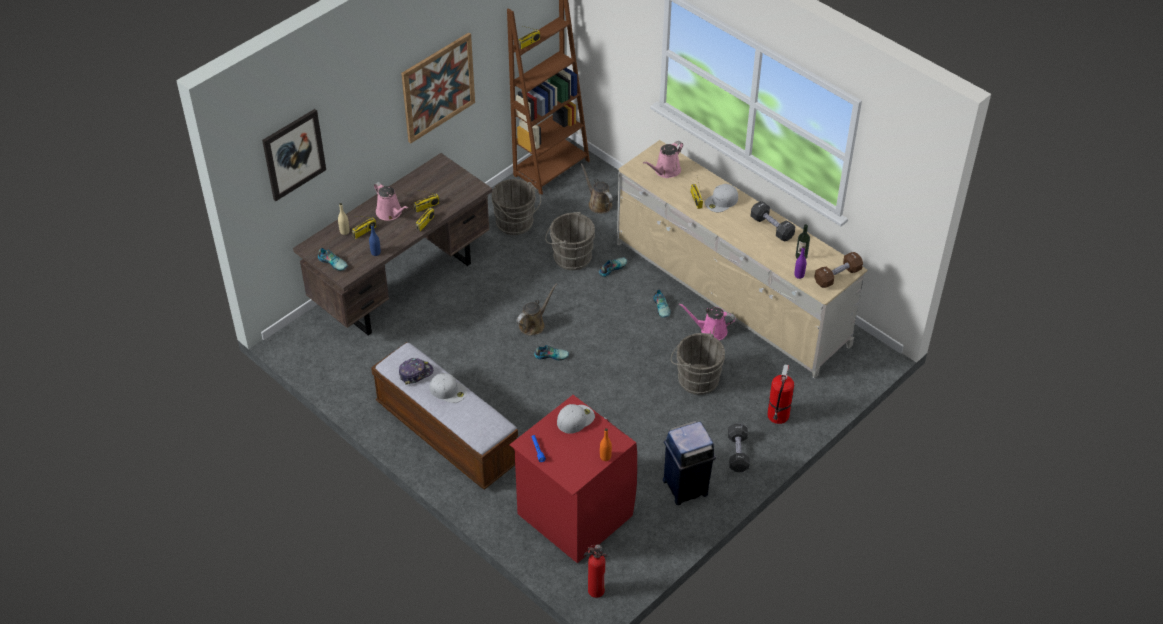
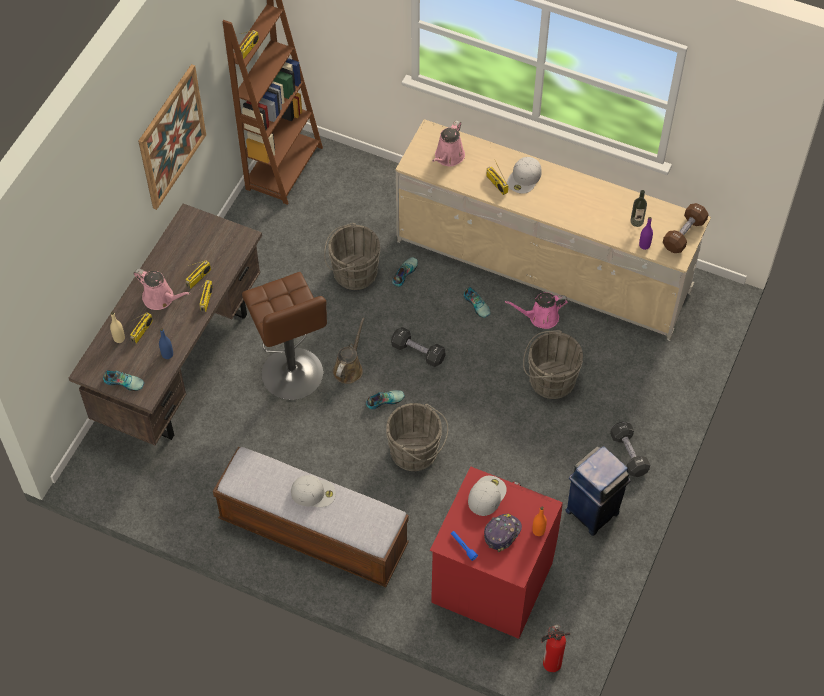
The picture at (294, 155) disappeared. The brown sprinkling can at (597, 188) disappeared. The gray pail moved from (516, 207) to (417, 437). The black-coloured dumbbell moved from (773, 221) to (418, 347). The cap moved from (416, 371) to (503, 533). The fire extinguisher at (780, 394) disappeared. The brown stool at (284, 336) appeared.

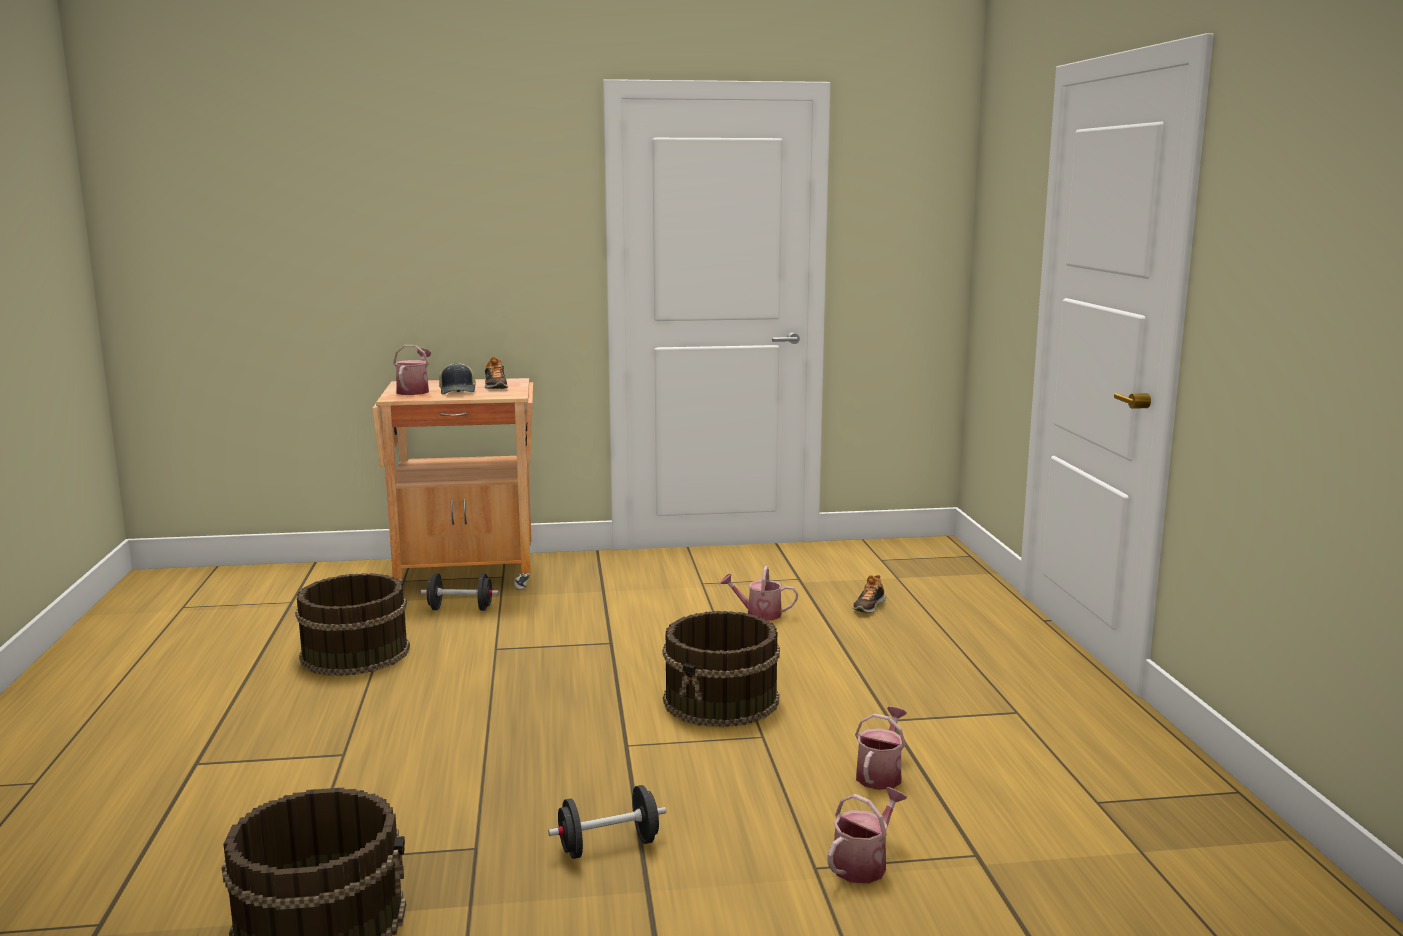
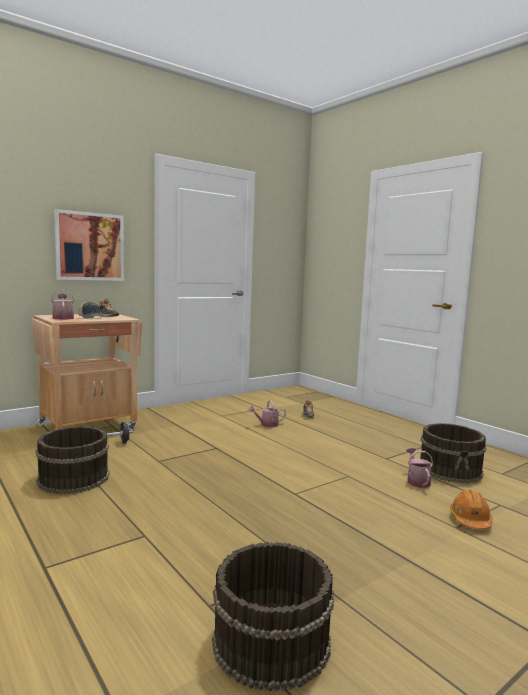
The brown pail moved from (721, 669) to (453, 453). The black-coloured dumbbell at (607, 822) disappeared. The sprinkling can at (867, 835) was replaced by the orange-coloured work helmet at (471, 509). The picture at (89, 245) appeared.

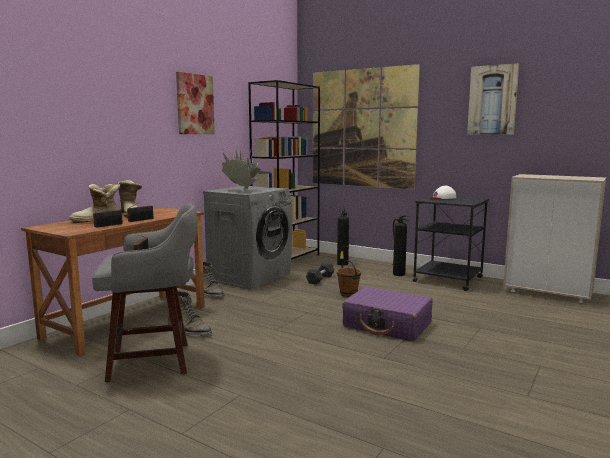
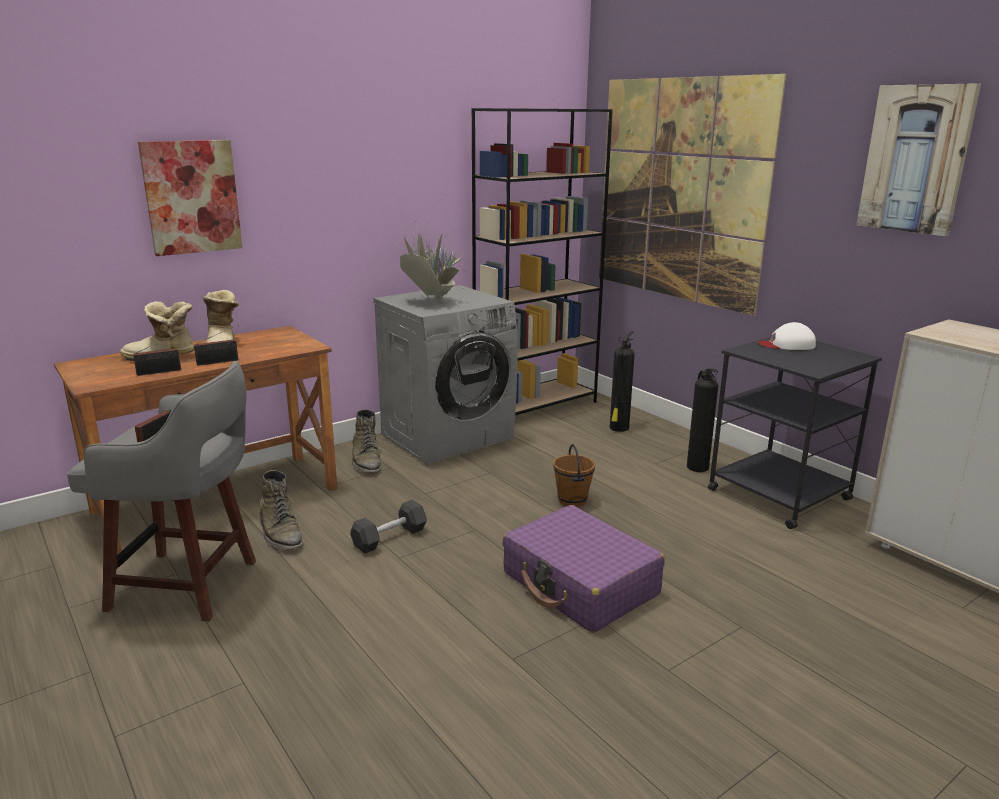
The picture moved from (195, 103) to (190, 198). The black-coloured dumbbell moved from (320, 273) to (388, 526).

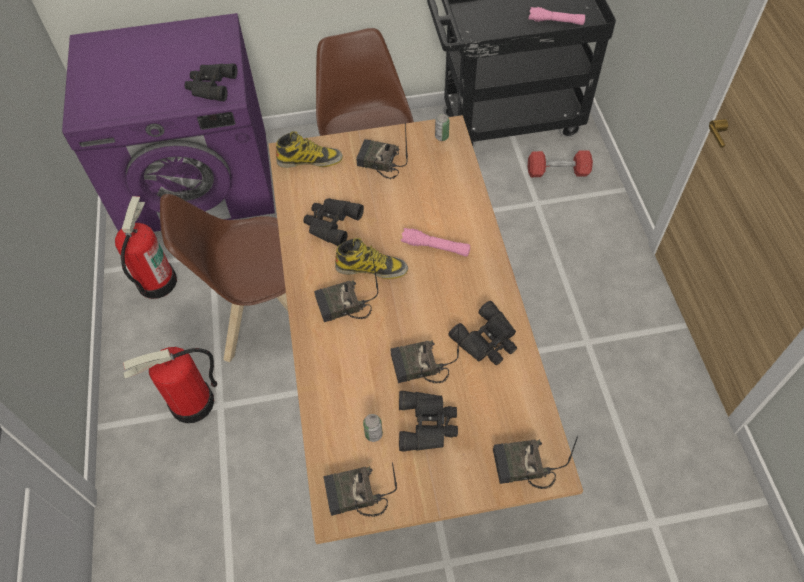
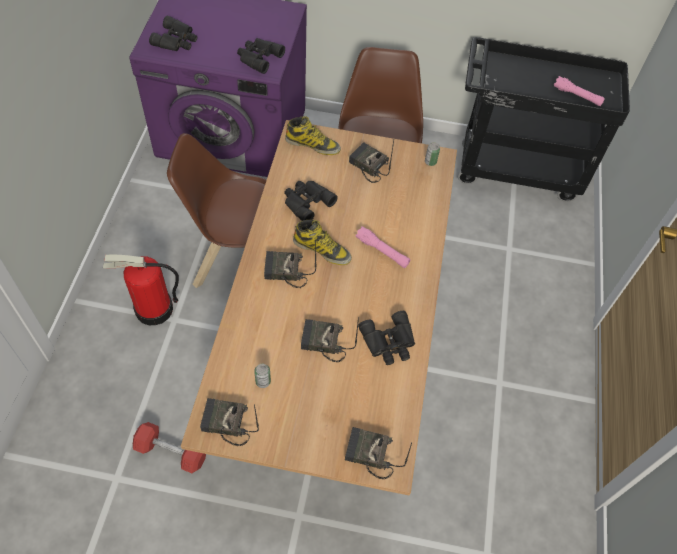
The reddish dumbbell moved from (560, 163) to (169, 447). The fire extinguisher at (146, 247) disappeared. The black-coloured binoculars moved from (428, 421) to (173, 33).

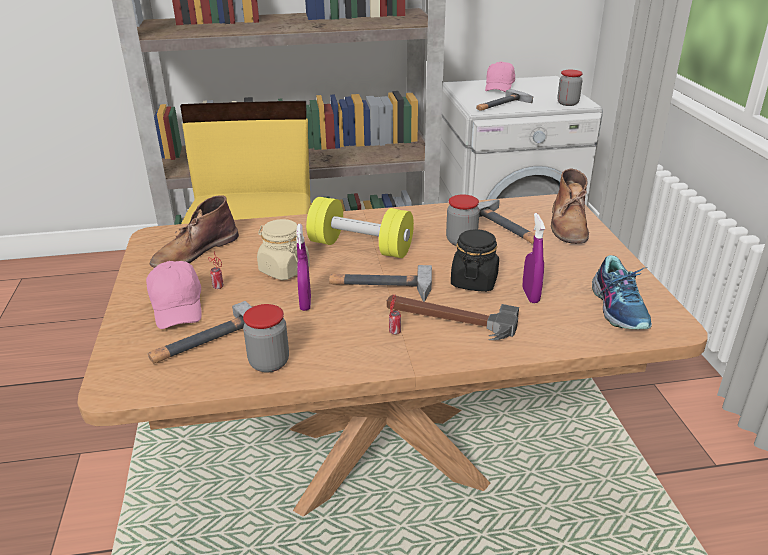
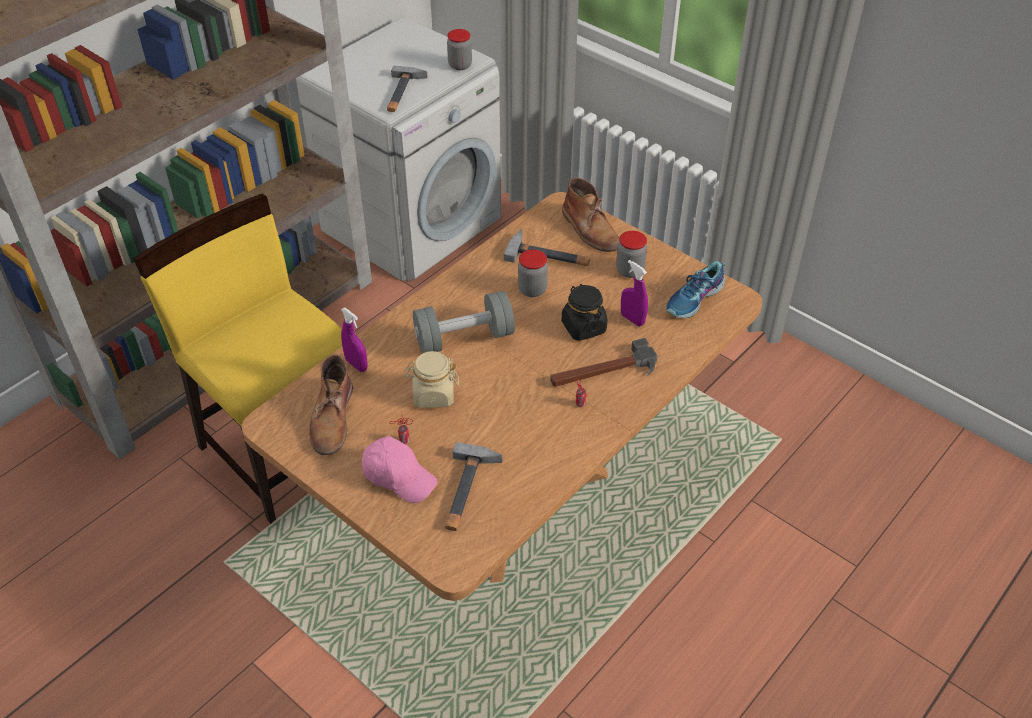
The pink-coloured cap at (500, 76) disappeared. The yellow-coloured dumbbell at (360, 227) became the gray dumbbell at (464, 322). The purple-coloured hand sprayer moved from (303, 267) to (354, 340). The item of footwear at (622, 292) turned 90 degrees clockwise. The hammer at (380, 283) disappeared. The storage jar moved from (266, 338) to (631, 254).

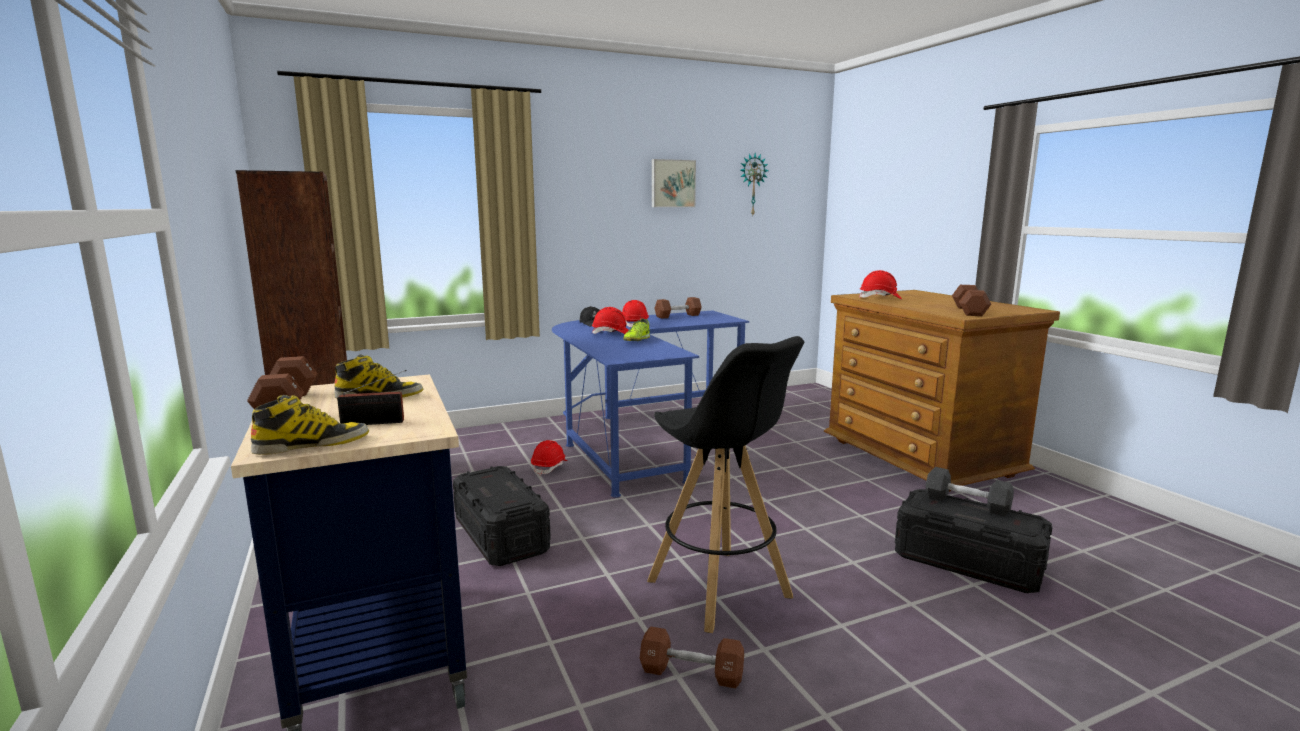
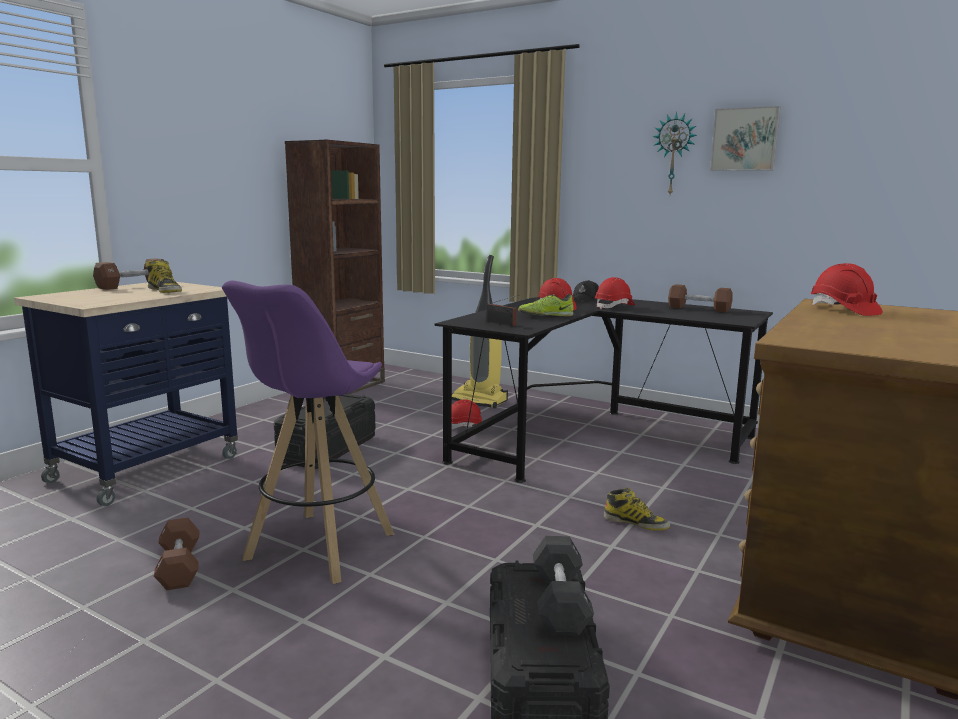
The hanging clock moved from (754, 184) to (674, 153). The brown dumbbell at (971, 300) disappeared. The bluish desk table at (650, 404) became the black-coloured desk table at (604, 390). The black-coloured stool at (725, 484) became the purple-coloured stool at (308, 432). The radio receiver moved from (372, 397) to (502, 310). The boot moved from (310, 425) to (637, 509). The hoover at (480, 331) appeared.

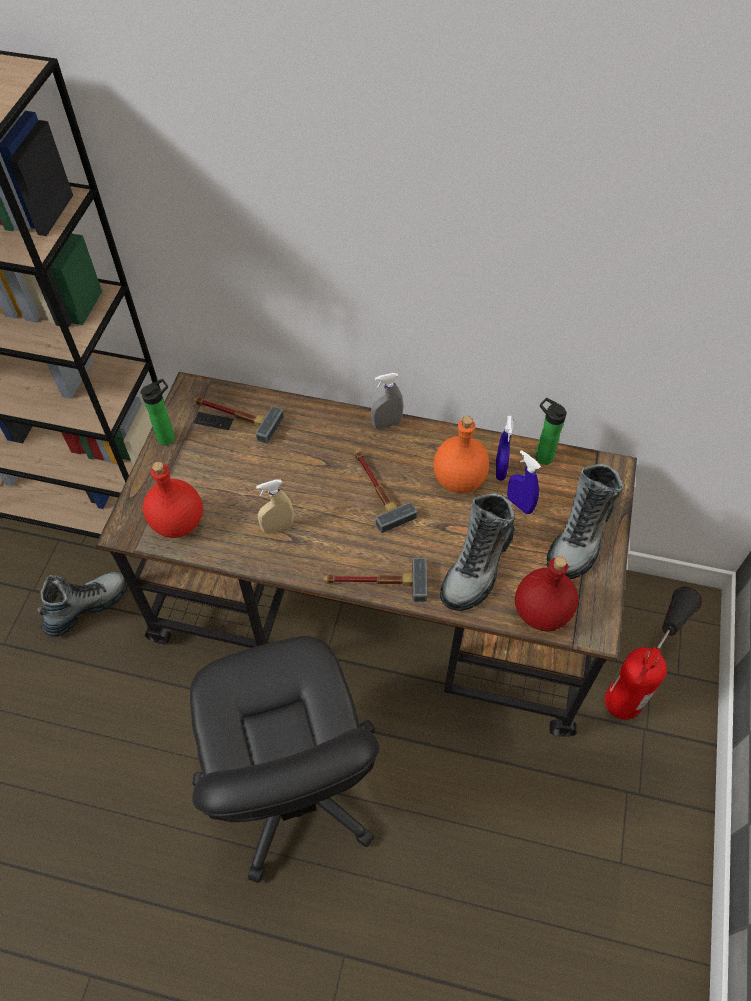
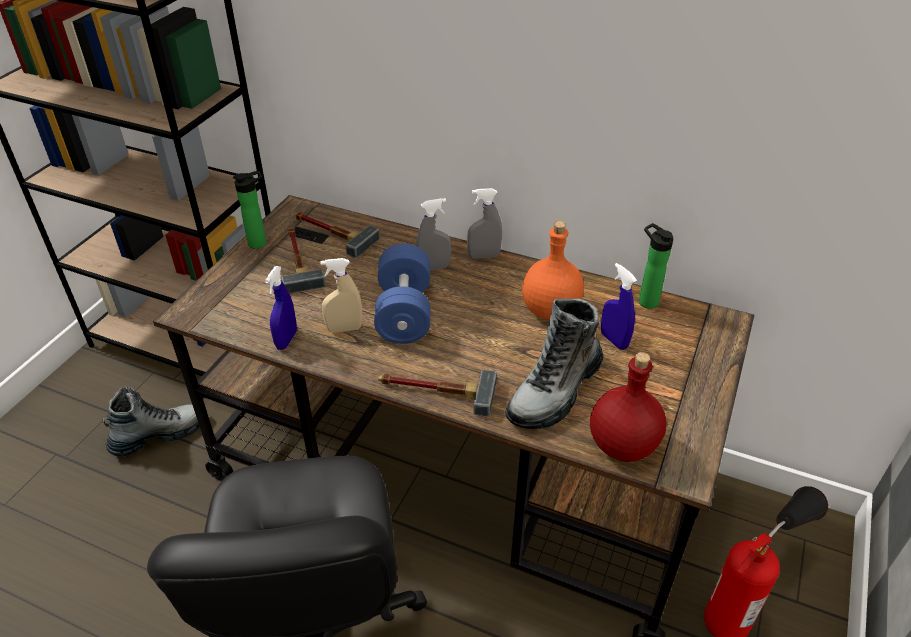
The bluish hand sprayer moved from (504, 448) to (281, 308). The hammer moved from (386, 491) to (303, 261). The reddish bottle at (173, 500) disappeared. The boot at (585, 521) disappeared. The gray hand sprayer at (433, 234) appeared. The bluish dumbbell at (402, 294) appeared.

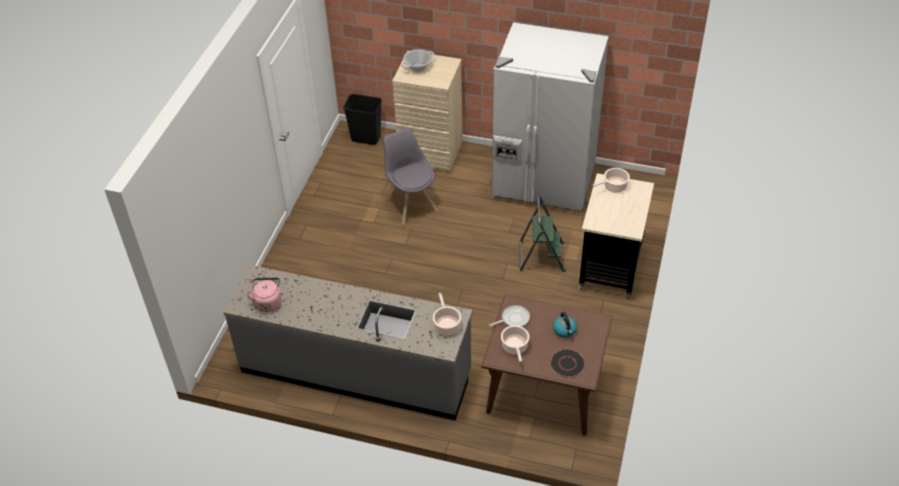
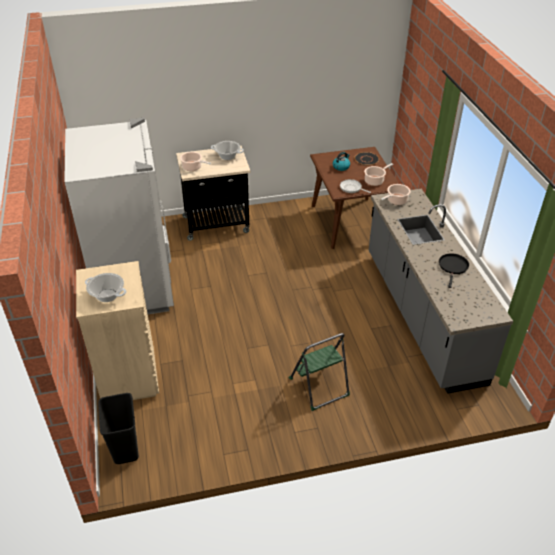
The gray upright chair at (410, 176) disappeared. The greenish step stool moved from (542, 233) to (319, 372). The pink-coloured tea kettle at (264, 295) disappeared. The cooking pot at (227, 150) appeared. The black-coloured skillet at (454, 270) appeared.

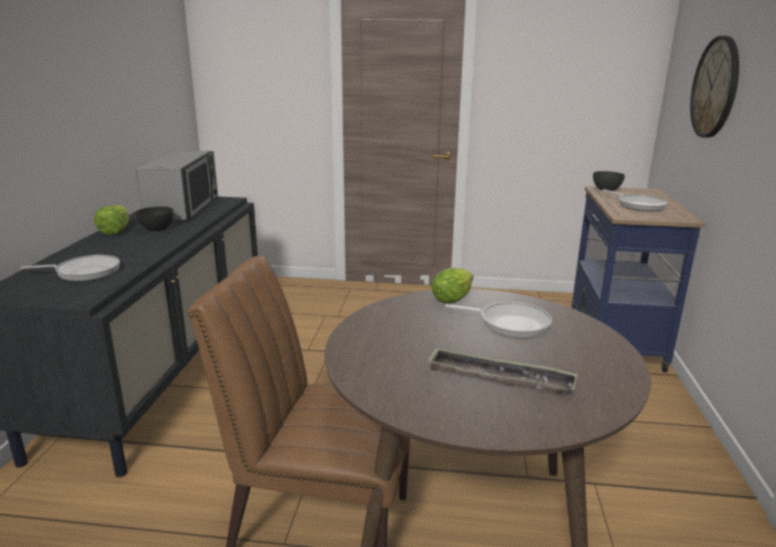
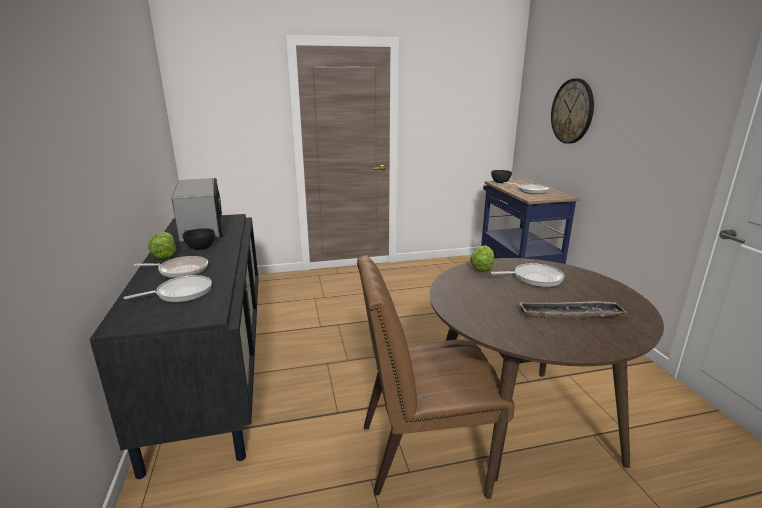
The skillet at (171, 267) appeared.

